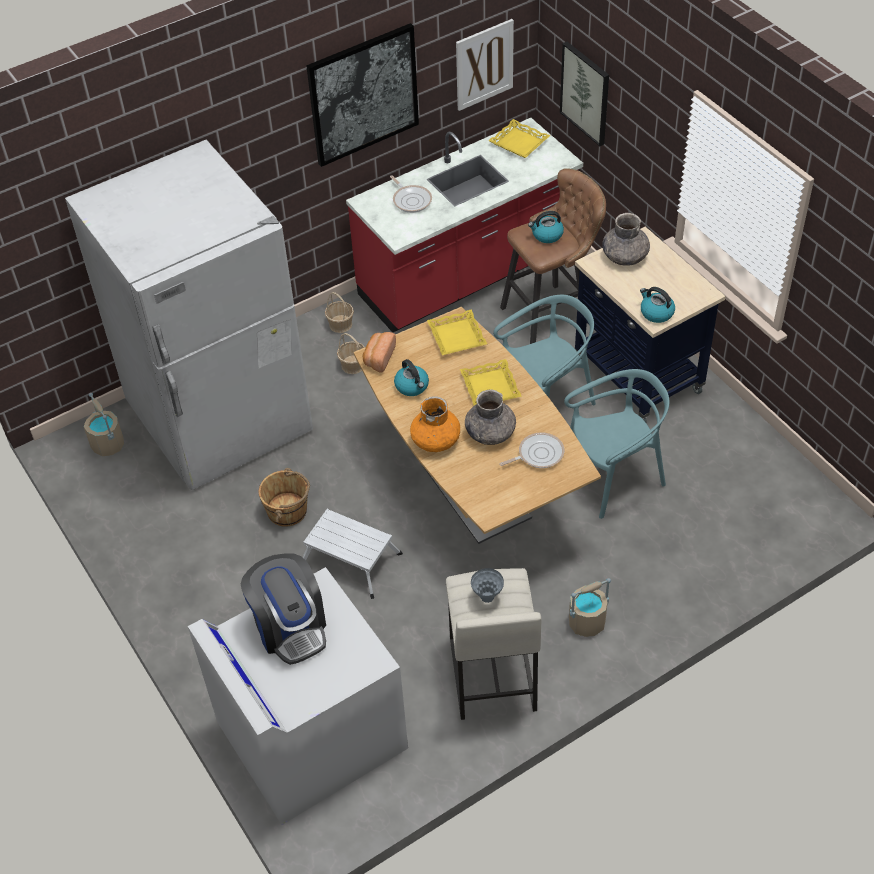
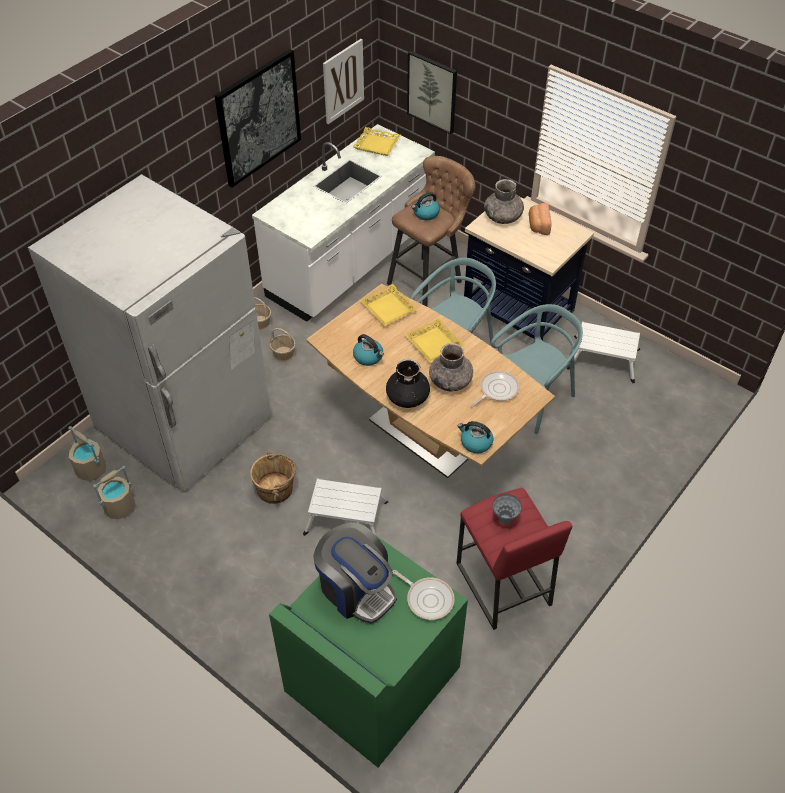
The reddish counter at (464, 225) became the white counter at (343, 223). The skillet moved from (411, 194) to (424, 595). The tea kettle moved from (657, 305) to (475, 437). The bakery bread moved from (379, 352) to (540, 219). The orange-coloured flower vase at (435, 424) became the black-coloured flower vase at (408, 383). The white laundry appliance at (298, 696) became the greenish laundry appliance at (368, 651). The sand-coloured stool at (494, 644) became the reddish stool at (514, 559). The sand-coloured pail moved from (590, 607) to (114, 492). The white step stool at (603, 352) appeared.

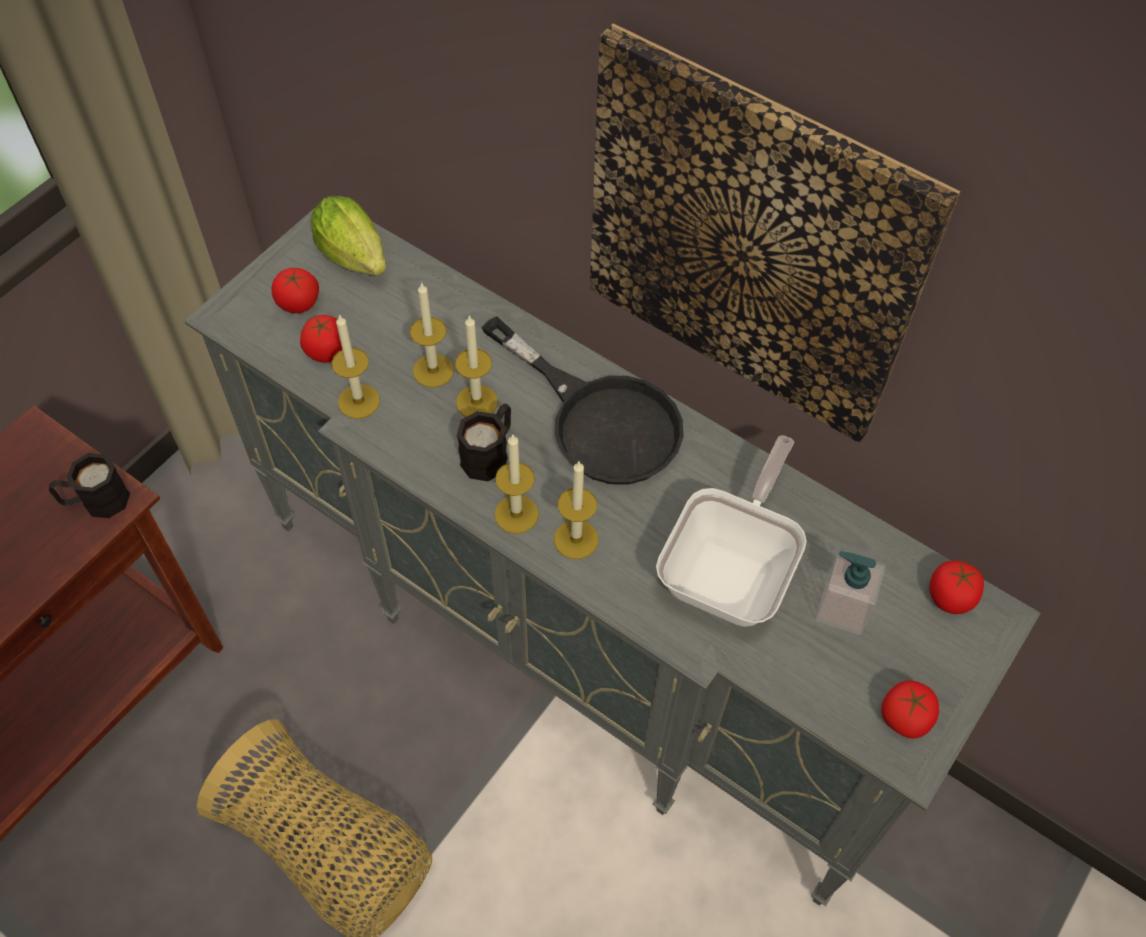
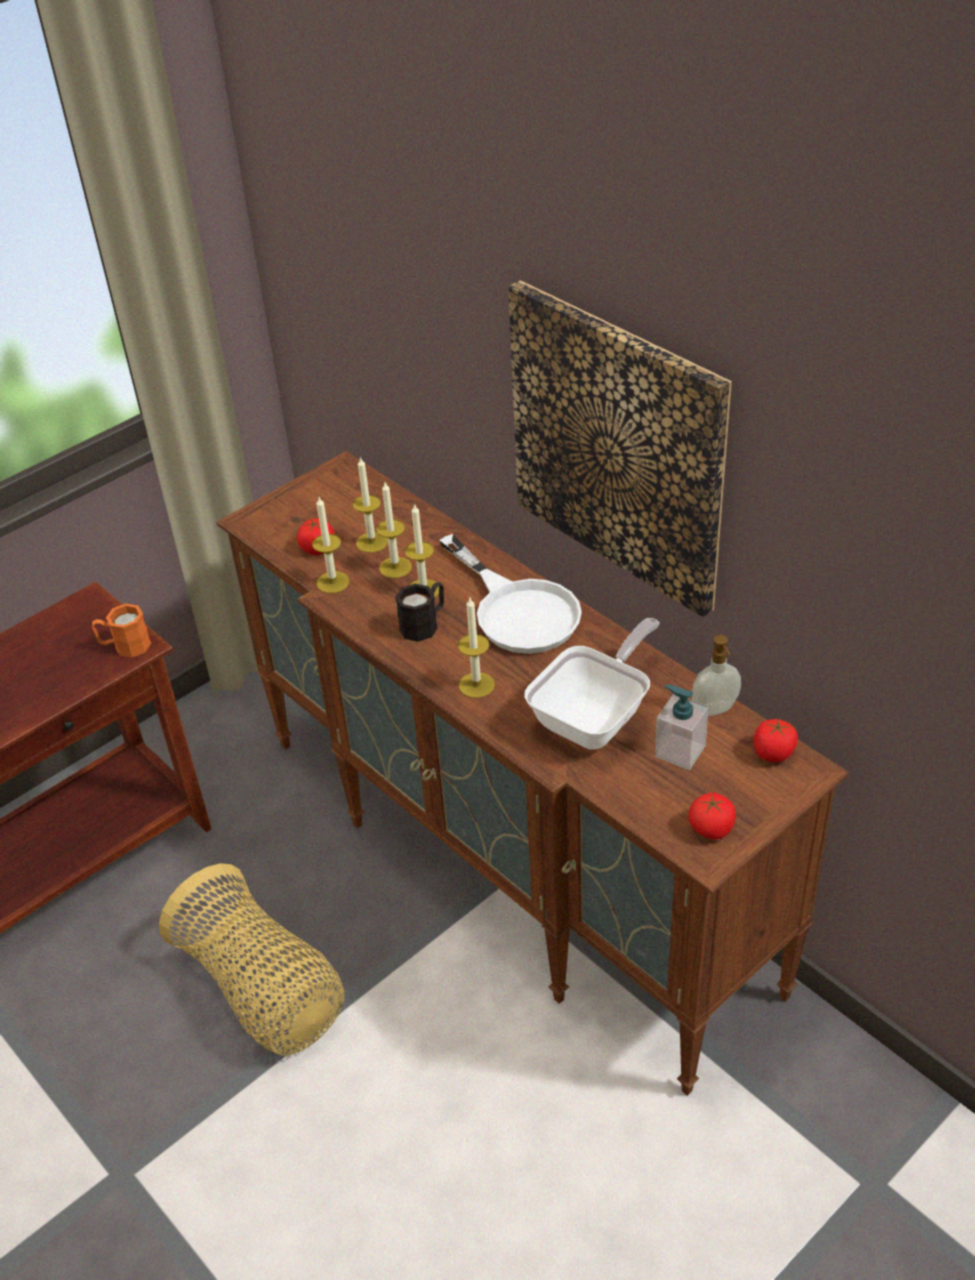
The gray cabinet at (612, 551) became the brown cabinet at (532, 773). The lettuce at (348, 236) disappeared. The fresh tomato at (295, 290) disappeared. The black-coloured skillet at (583, 400) became the white skillet at (510, 594). The candle moved from (516, 484) to (370, 505). The black-coloured tea mug at (89, 485) became the orange-coloured tea mug at (121, 631). The soap dispenser at (716, 675) appeared.

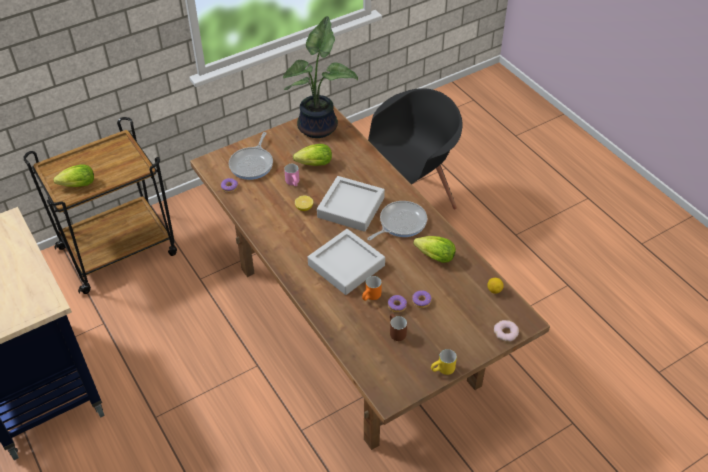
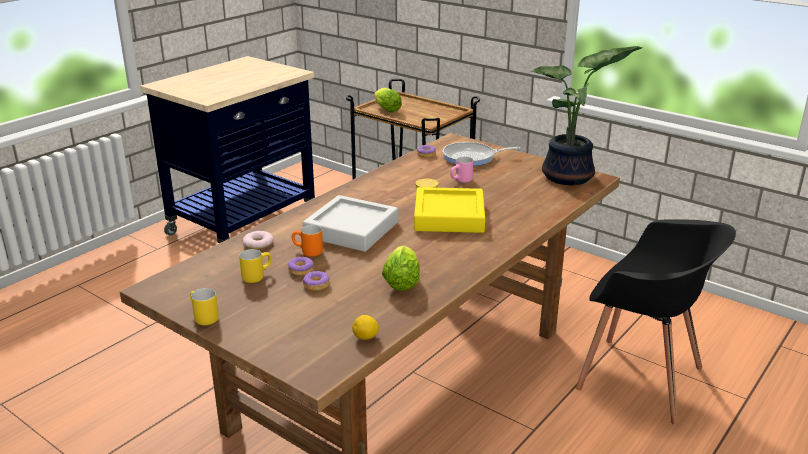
The lettuce at (312, 155) disappeared. The gray tray at (351, 204) became the yellow-coloured tray at (449, 210). The skillet at (397, 221) disappeared. The brown tea mug at (398, 327) became the yellow-coloured tea mug at (255, 266). The donut moved from (506, 330) to (258, 240).

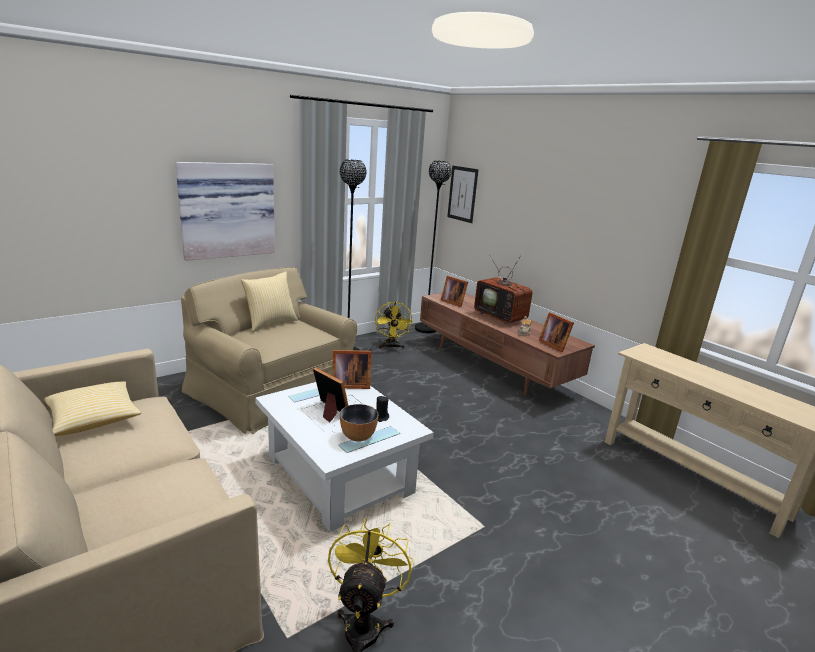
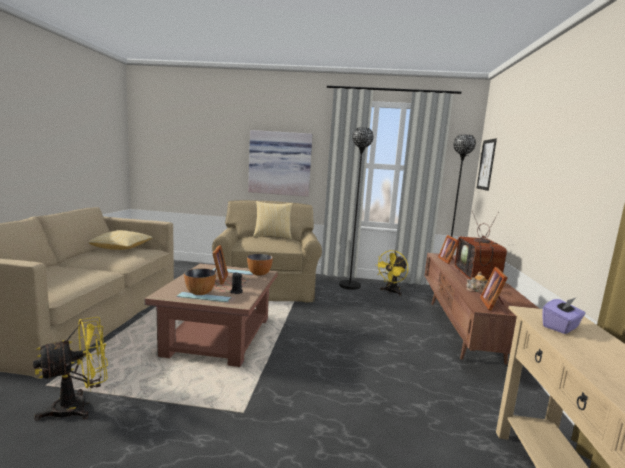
The picture frame at (351, 369) was replaced by the serving bowl at (260, 265). The white low table at (344, 457) became the brown low table at (211, 315). The purple-coloured tissue holder at (564, 316) appeared.

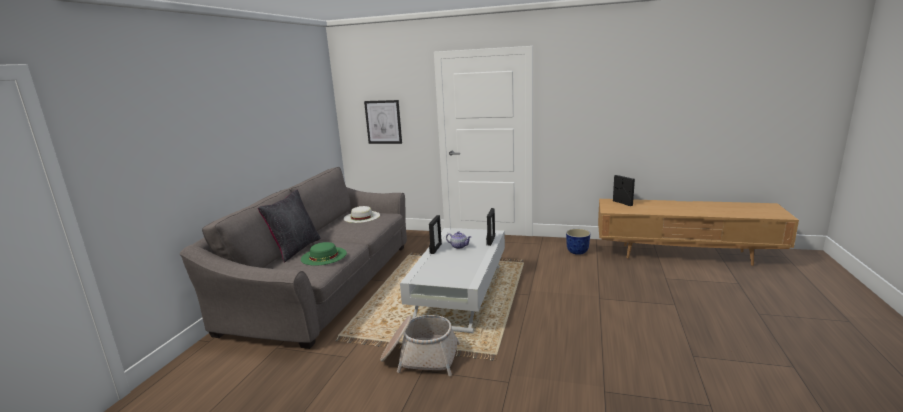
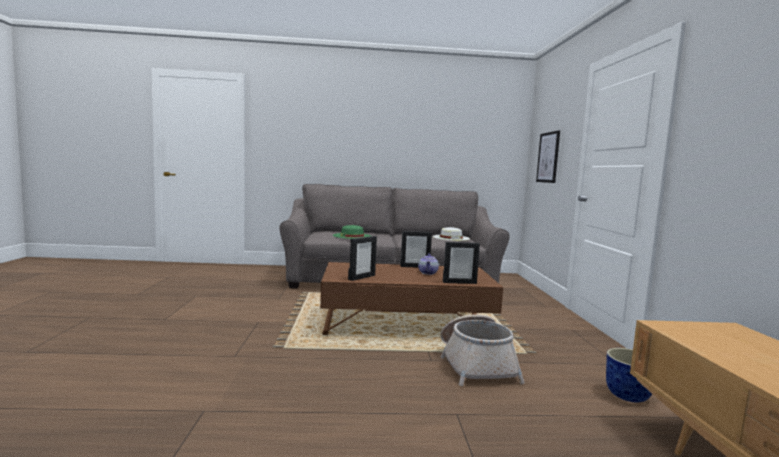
The picture frame moved from (624, 190) to (362, 258). The black-coloured throw pillow at (289, 226) disappeared. The white low table at (452, 280) became the brown low table at (411, 298). The storage basket moved from (420, 345) to (482, 350).

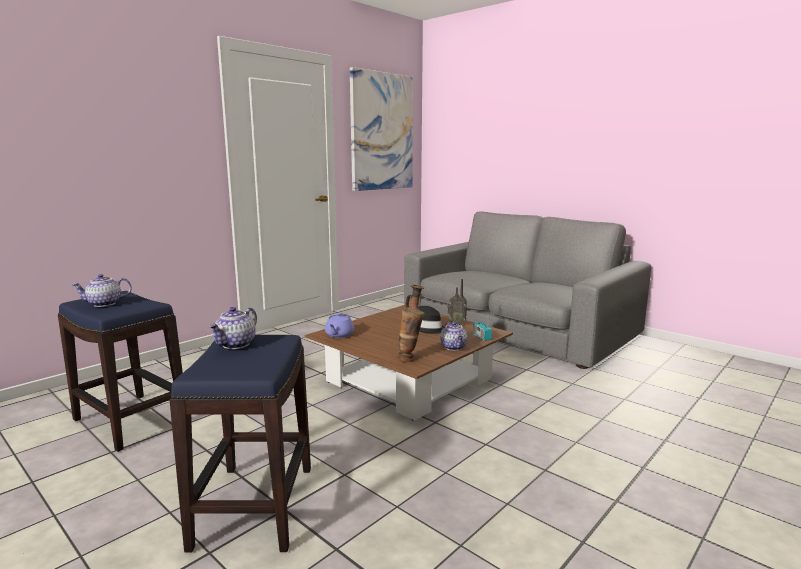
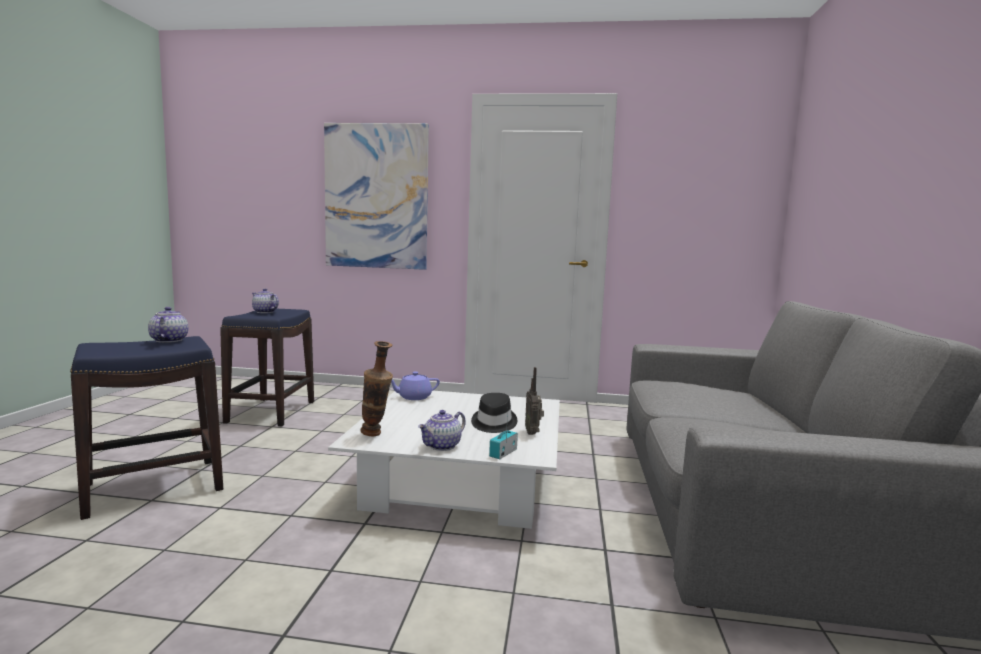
The picture moved from (381, 129) to (376, 196). The brown low table at (409, 362) became the white low table at (444, 460). The tea pot at (233, 328) turned 90 degrees clockwise.

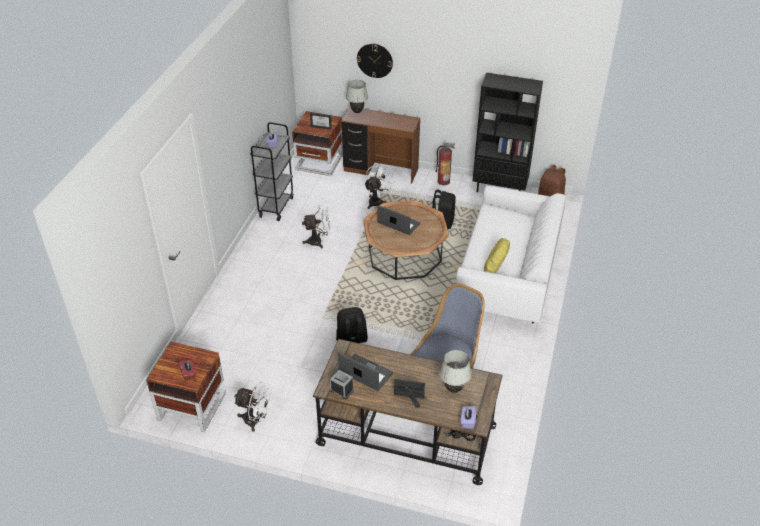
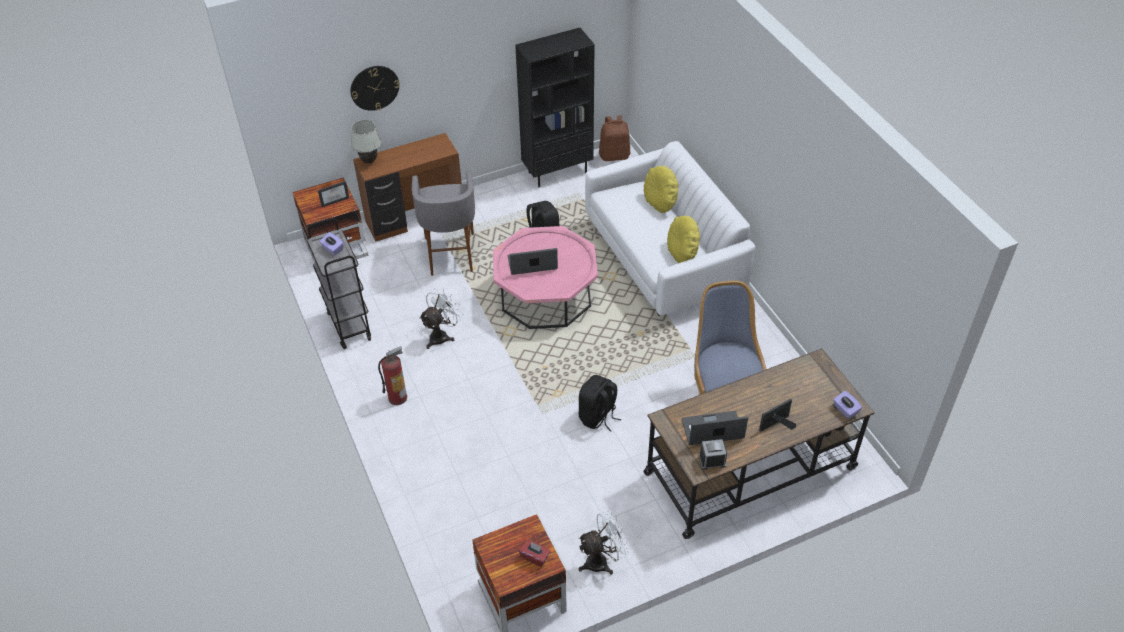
The fire extinguisher moved from (445, 164) to (392, 375). The white fan at (378, 186) was replaced by the gray stool at (443, 223). The brown low table at (406, 240) became the pink-coloured low table at (545, 277). The white lamp for a table at (455, 371) disappeared. The yellow-coloured throw pillow at (660, 189) appeared.

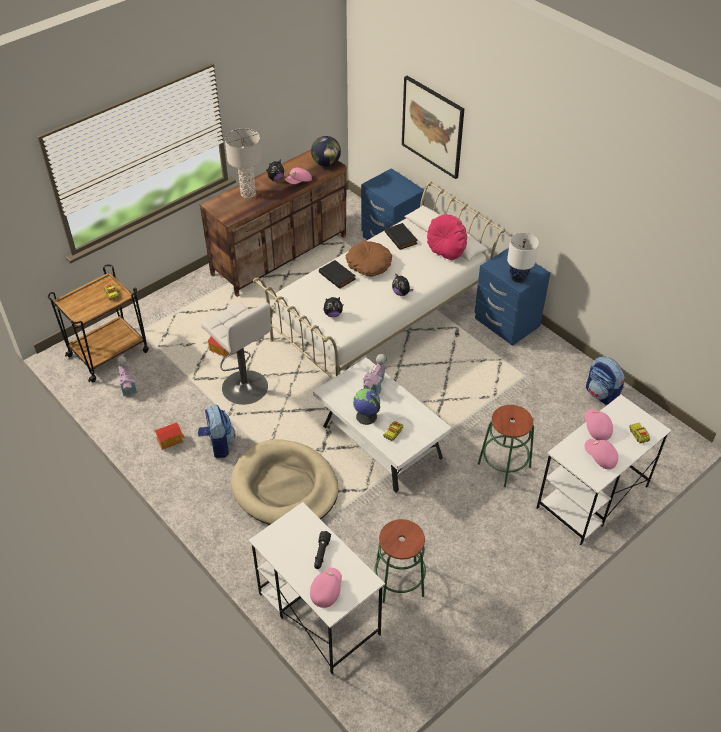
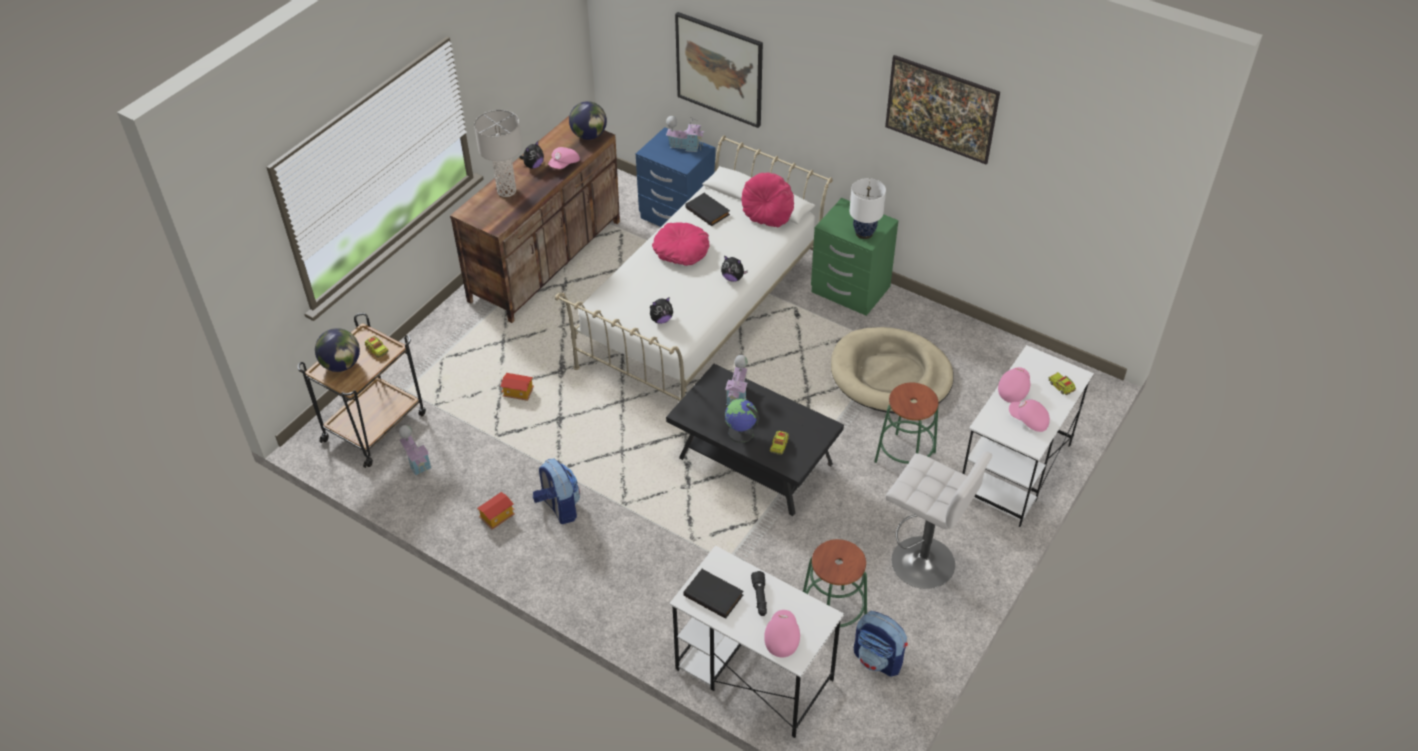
The brown throw pillow at (369, 259) became the pink-coloured throw pillow at (681, 244). The bluish night table at (512, 297) became the greenish night table at (855, 257). The black-coloured bound book moved from (337, 274) to (713, 594). The white stool moved from (236, 353) to (939, 520). The knapsack moved from (605, 381) to (881, 644). The white low table at (382, 425) became the black-coloured low table at (755, 440). The pink-coloured cap at (599, 424) turned 60 degrees clockwise. The sand-coloured dog cushion moved from (285, 482) to (892, 370). The picture at (942, 109) appeared. The model house at (685, 134) appeared. The world globe at (337, 350) appeared.

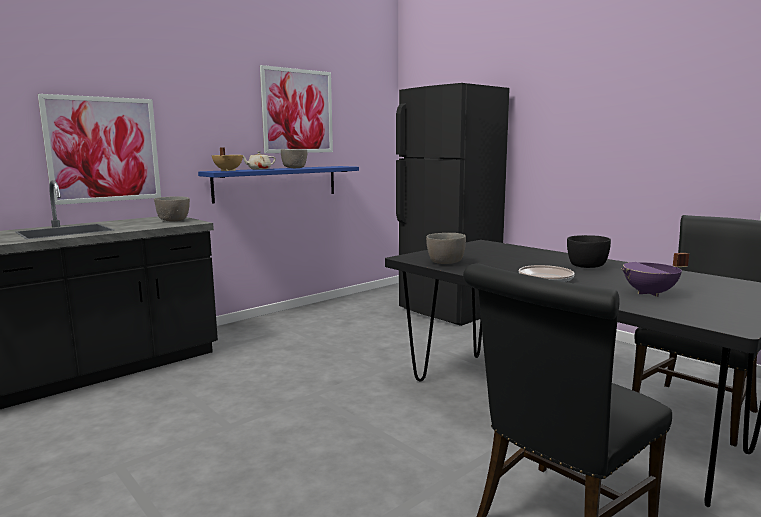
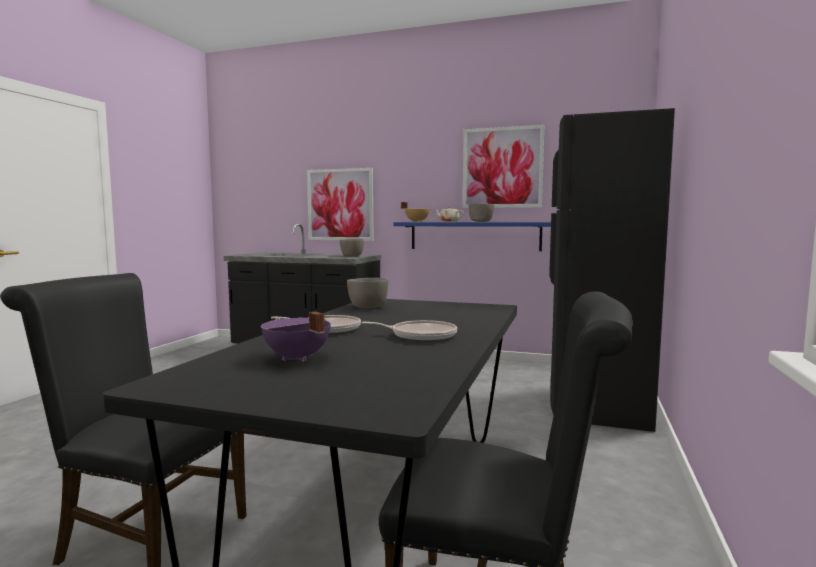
The black-coloured serving bowl at (589, 251) was replaced by the skillet at (409, 331).

